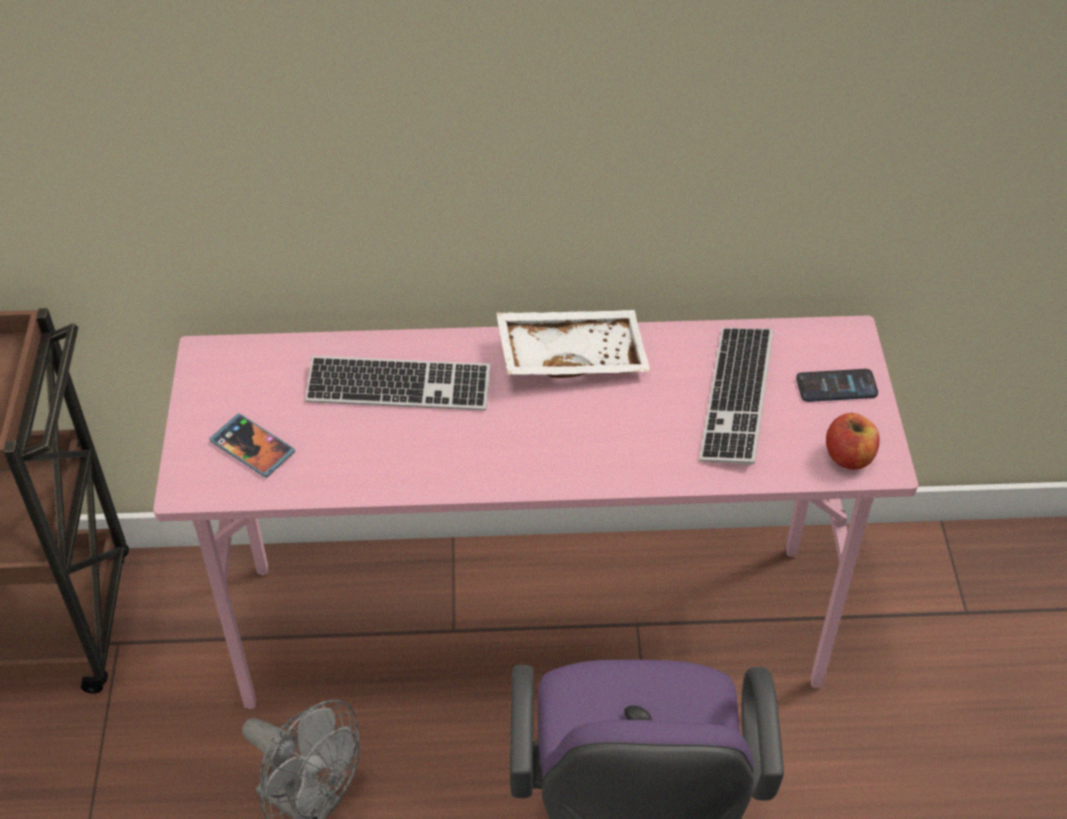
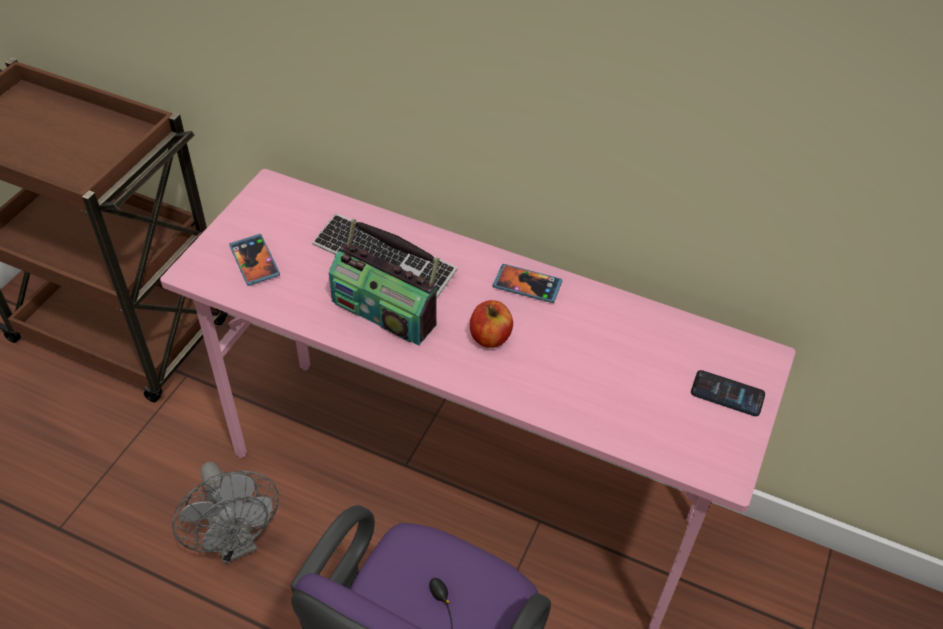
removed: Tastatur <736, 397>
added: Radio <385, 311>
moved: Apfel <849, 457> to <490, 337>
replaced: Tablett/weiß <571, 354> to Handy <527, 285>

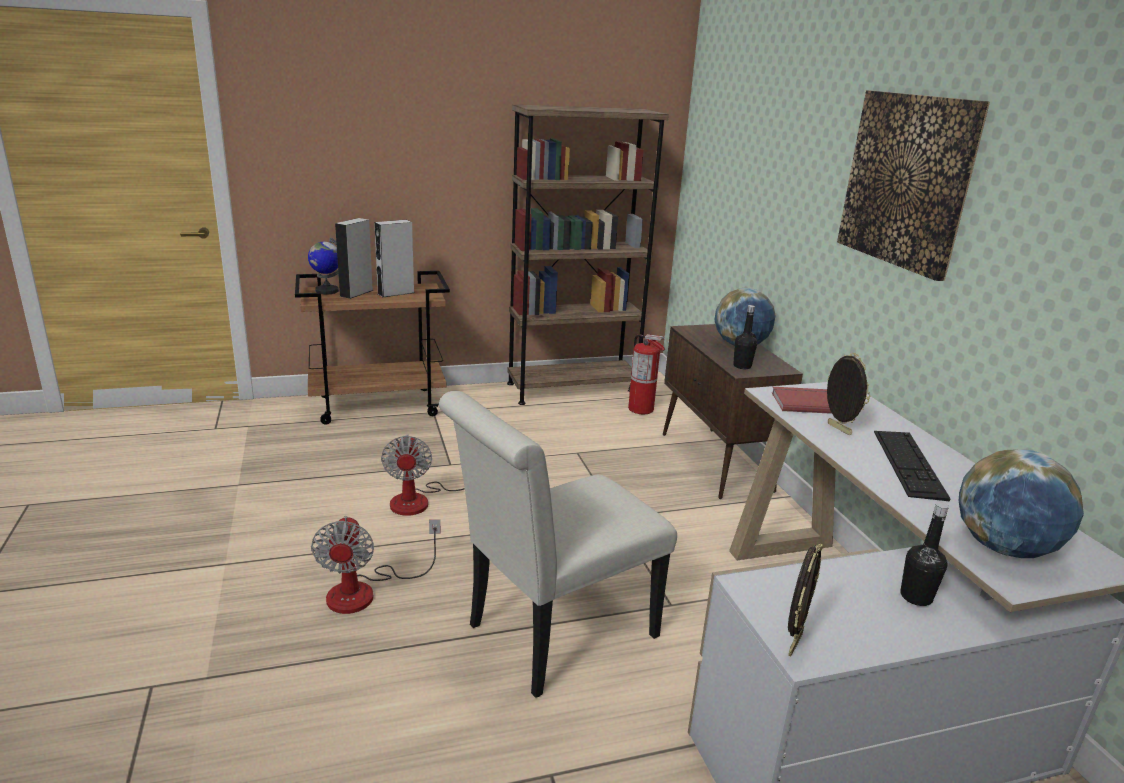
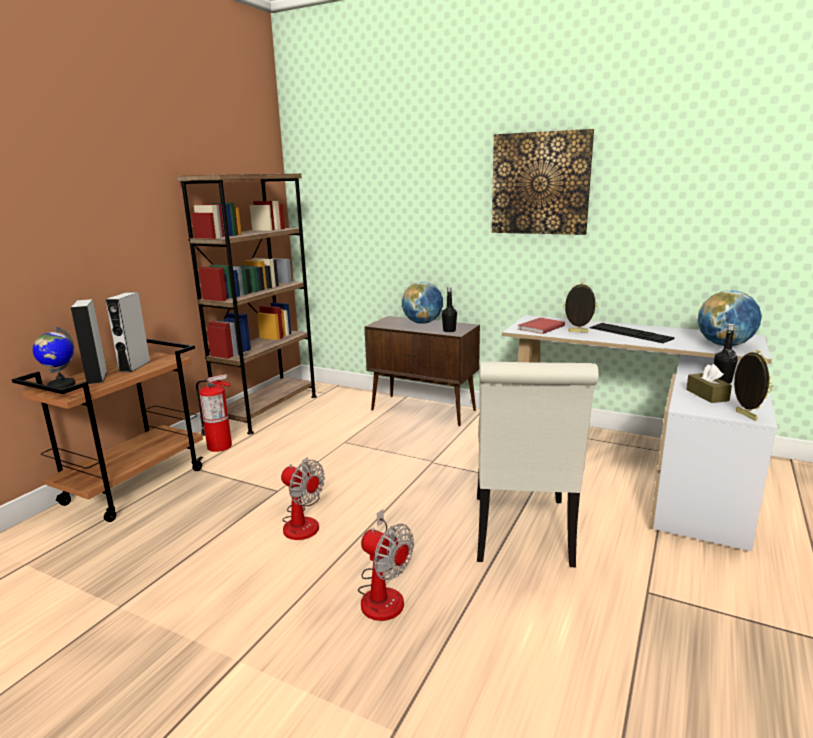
added: Taschentuchbox/braun <707, 395>
moved: Feuerlöscher <641, 409> to <220, 446>

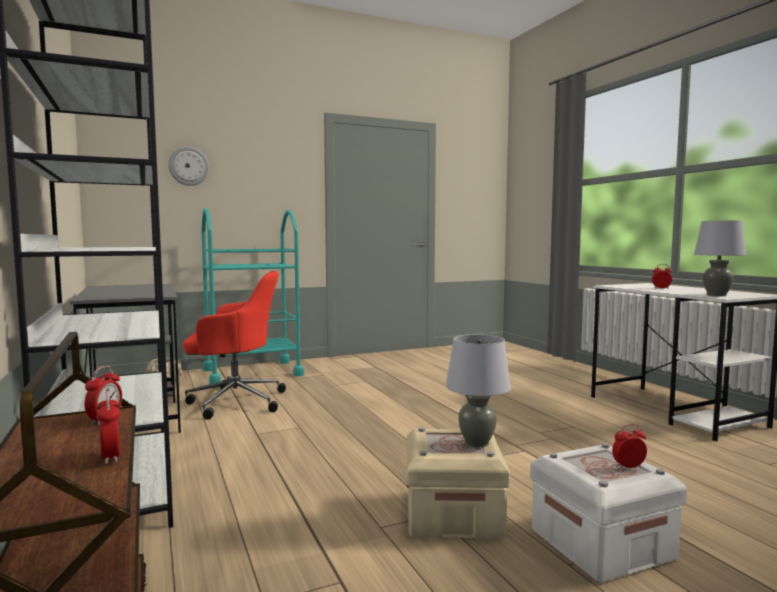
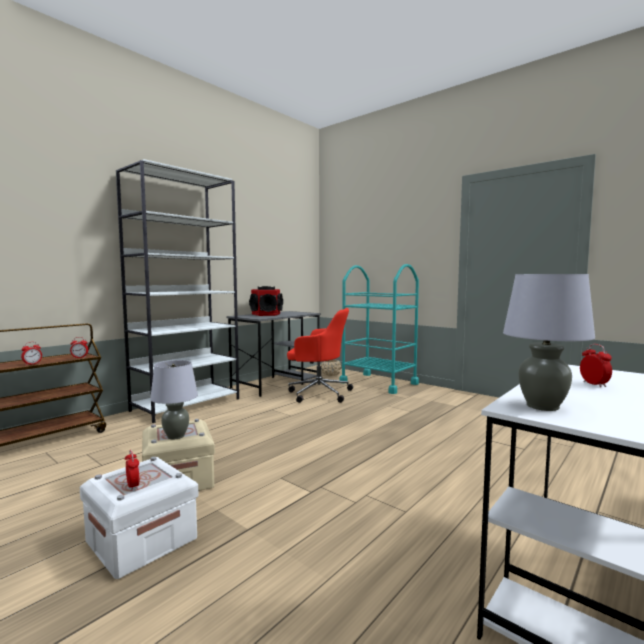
removed: Wanduhr <189, 166>
added: Lautsprecher <266, 314>
turned: Bürostuhl/rot <234, 401> = <318, 393> 45 degrees counterclockwise

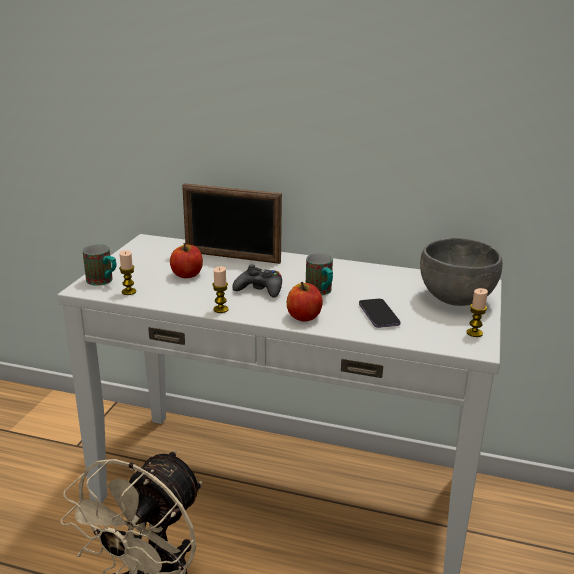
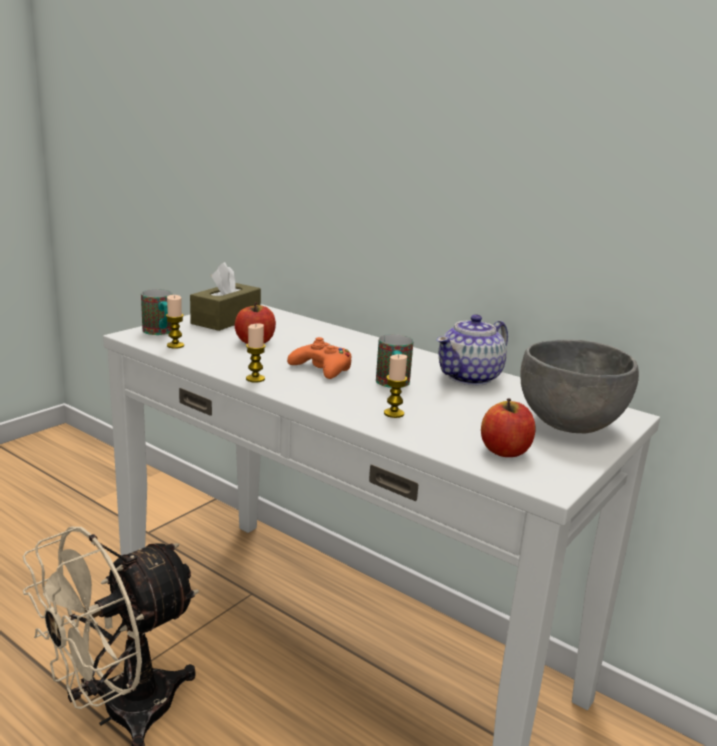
removed: Bilderrahmen <232, 257>; Handy <378, 315>
added: Taschentuchbox/braun <226, 319>; Teekanne <470, 377>
moved: Apfel <304, 317> to <505, 451>; Kerze <474, 333> to <394, 413>
recoloured: Gamepad/schwarz <260, 289> to Gamepad/orange <322, 369>

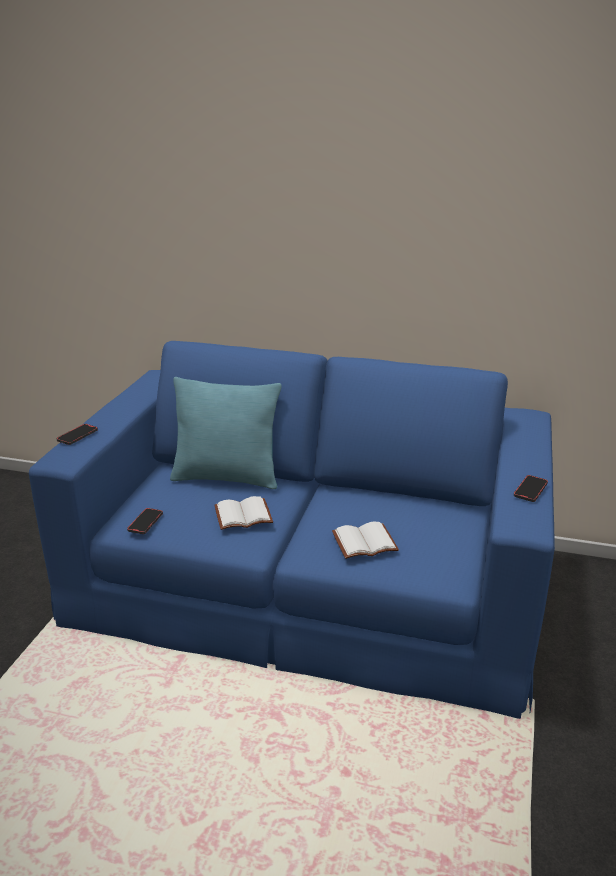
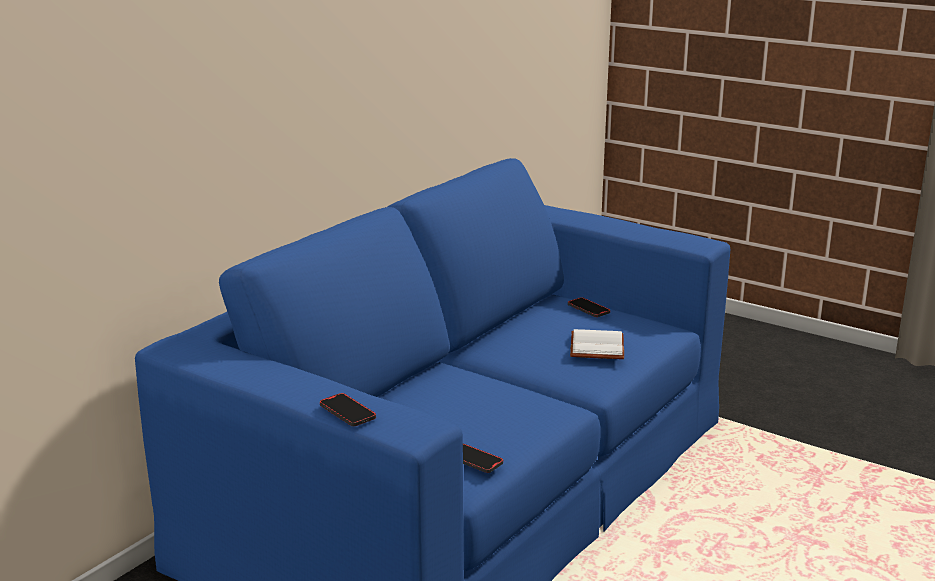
removed: Kissen/türkis <226, 478>; Buch/weiß <244, 514>
moved: Handy <530, 490> to <588, 309>

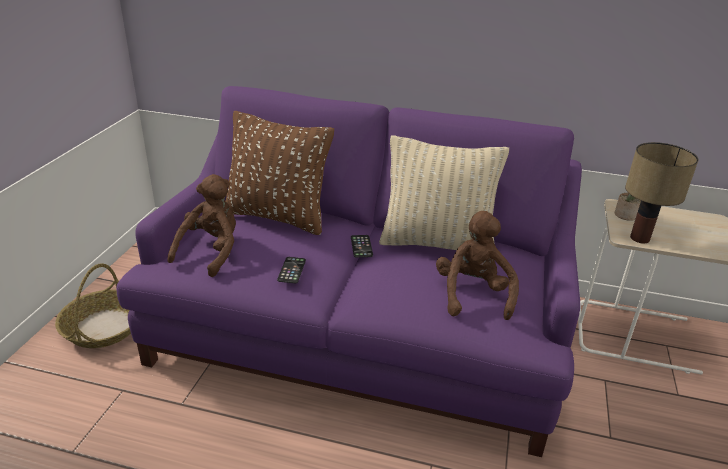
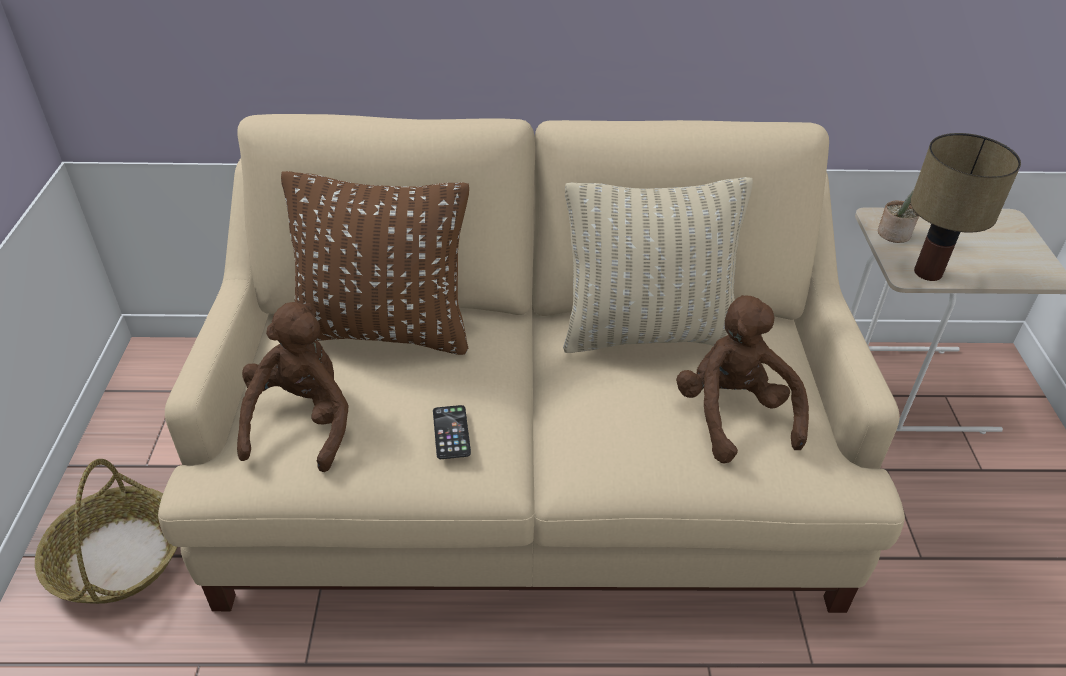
removed: Handy <361, 246>
recoloured: Sofa/lila <360, 328> to Sofa/beige <530, 464>

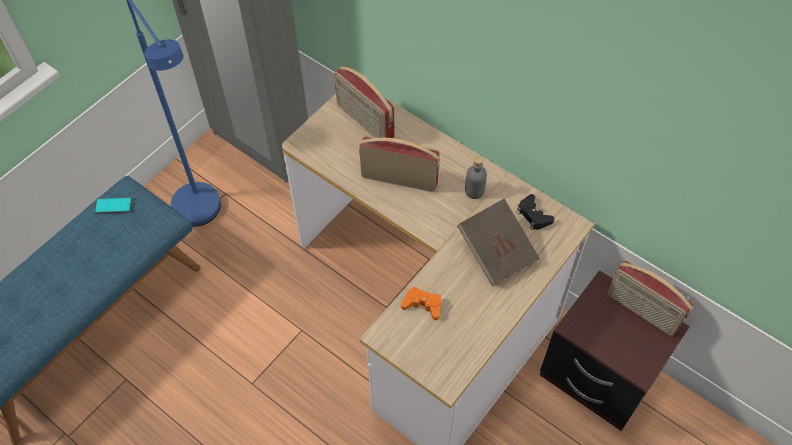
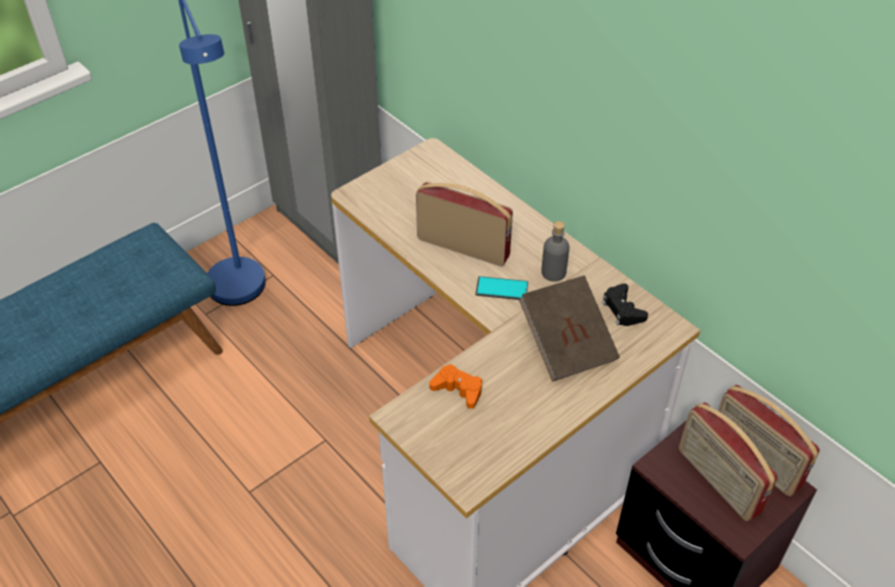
moved: Handy <113, 206> to <501, 289>; Radio <364, 122> to <717, 481>

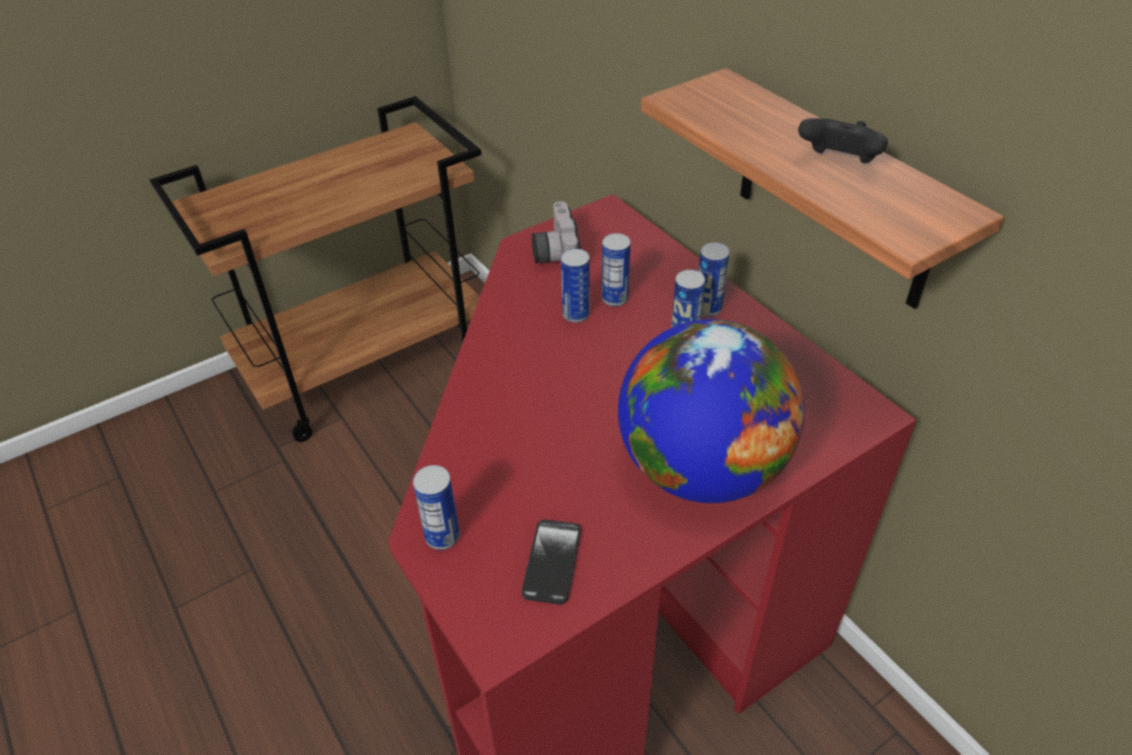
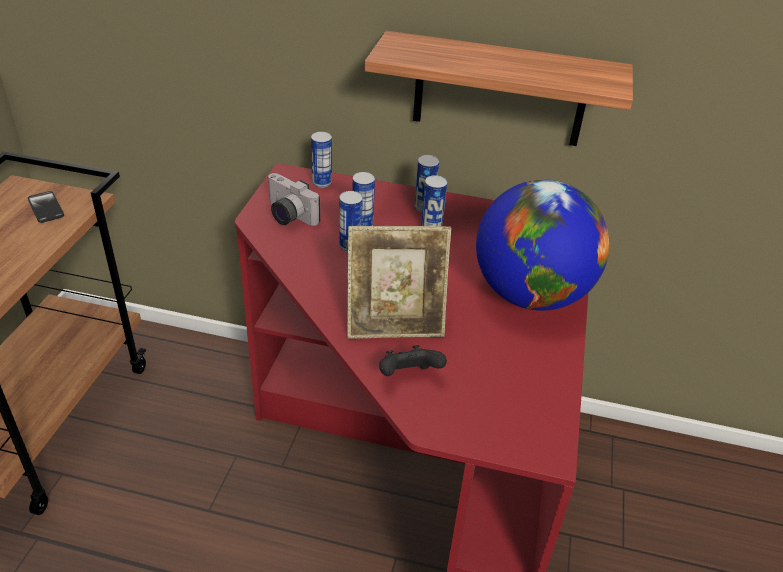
added: Bilderrahmen <395, 325>
moved: Dose <442, 537> to <322, 183>; Handy <552, 562> to <46, 208>; Gamepad/schwarz <838, 163> to <408, 376>

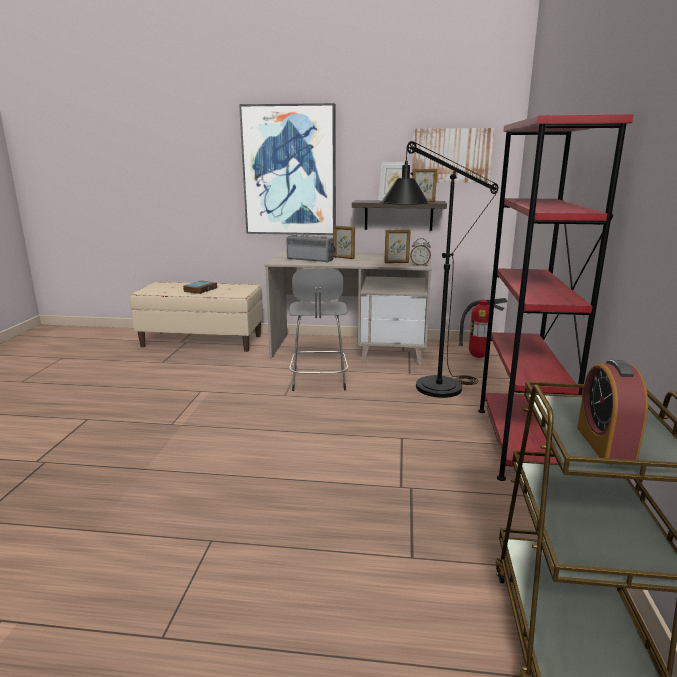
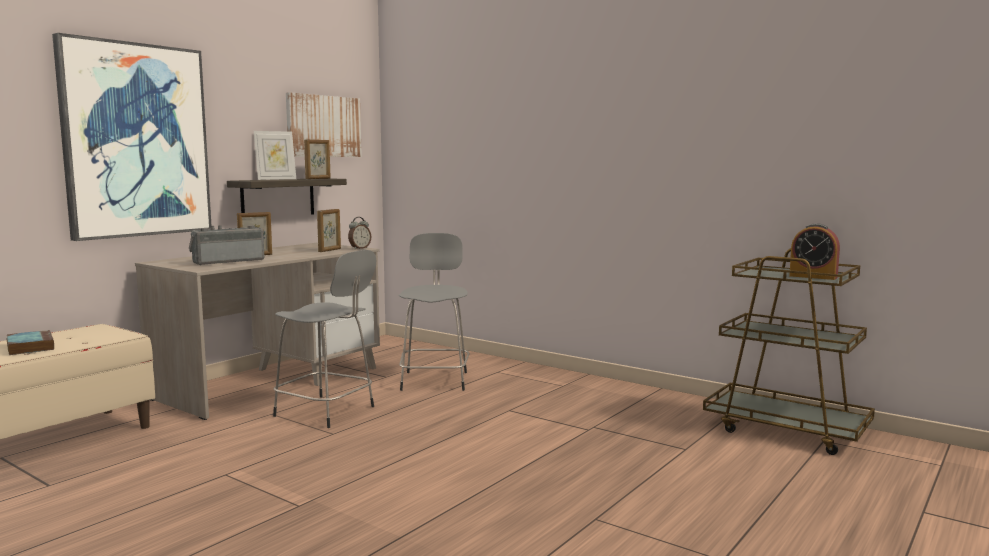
removed: Feuerlöscher <478, 356>; Bücherregal/rot <518, 442>
replaced: Stehlampe/schwarz <428, 390> to Hocker/grau <435, 380>

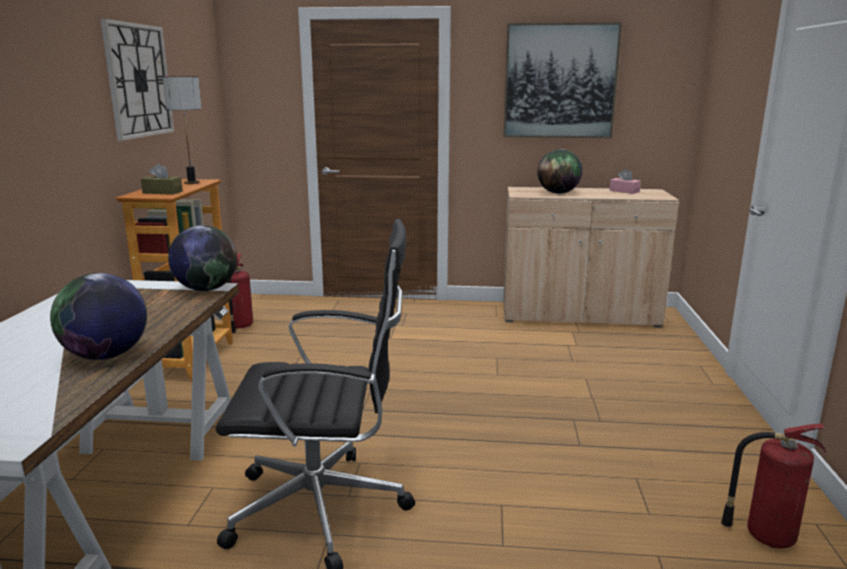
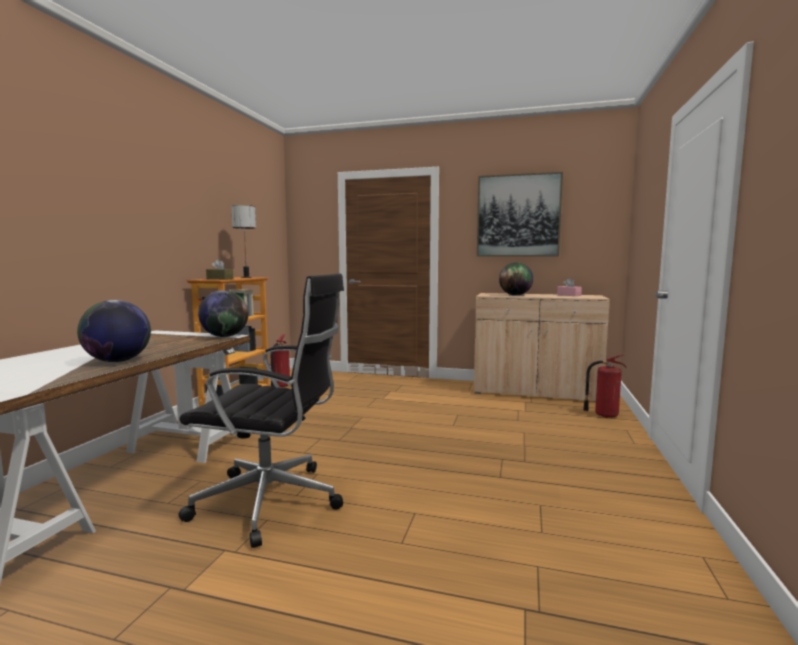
removed: Wanduhr <138, 80>
moved: Feuerlöscher <766, 536> to <604, 415>

